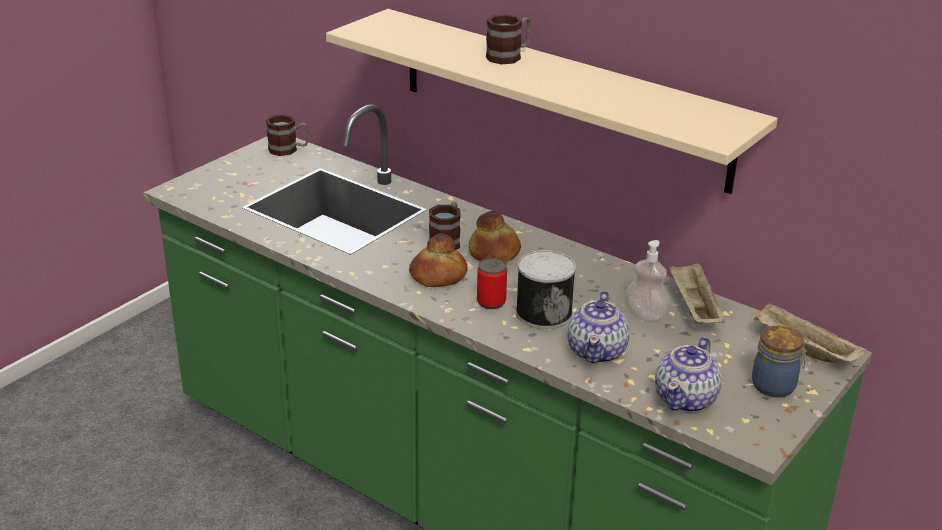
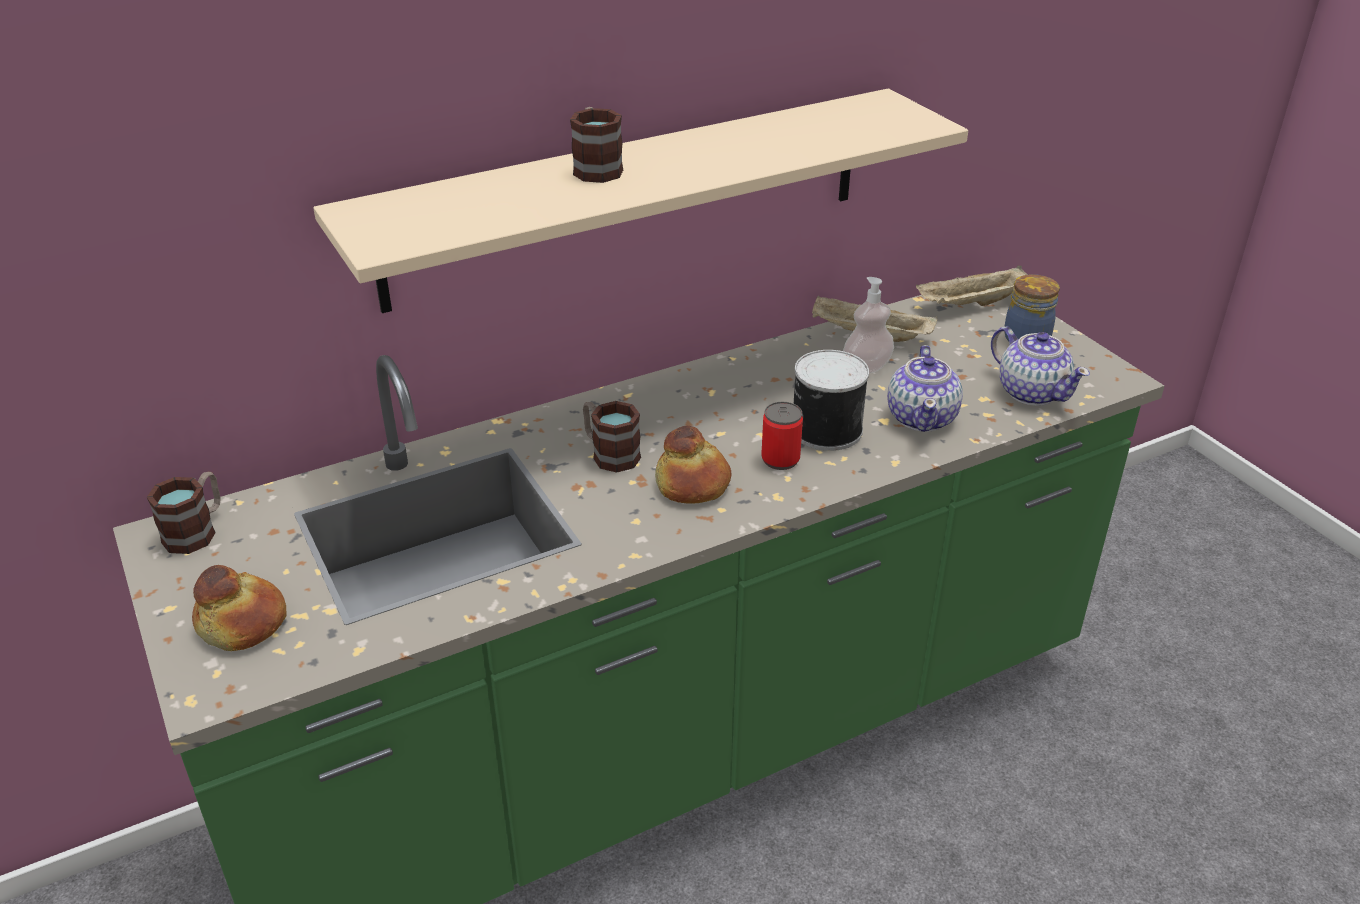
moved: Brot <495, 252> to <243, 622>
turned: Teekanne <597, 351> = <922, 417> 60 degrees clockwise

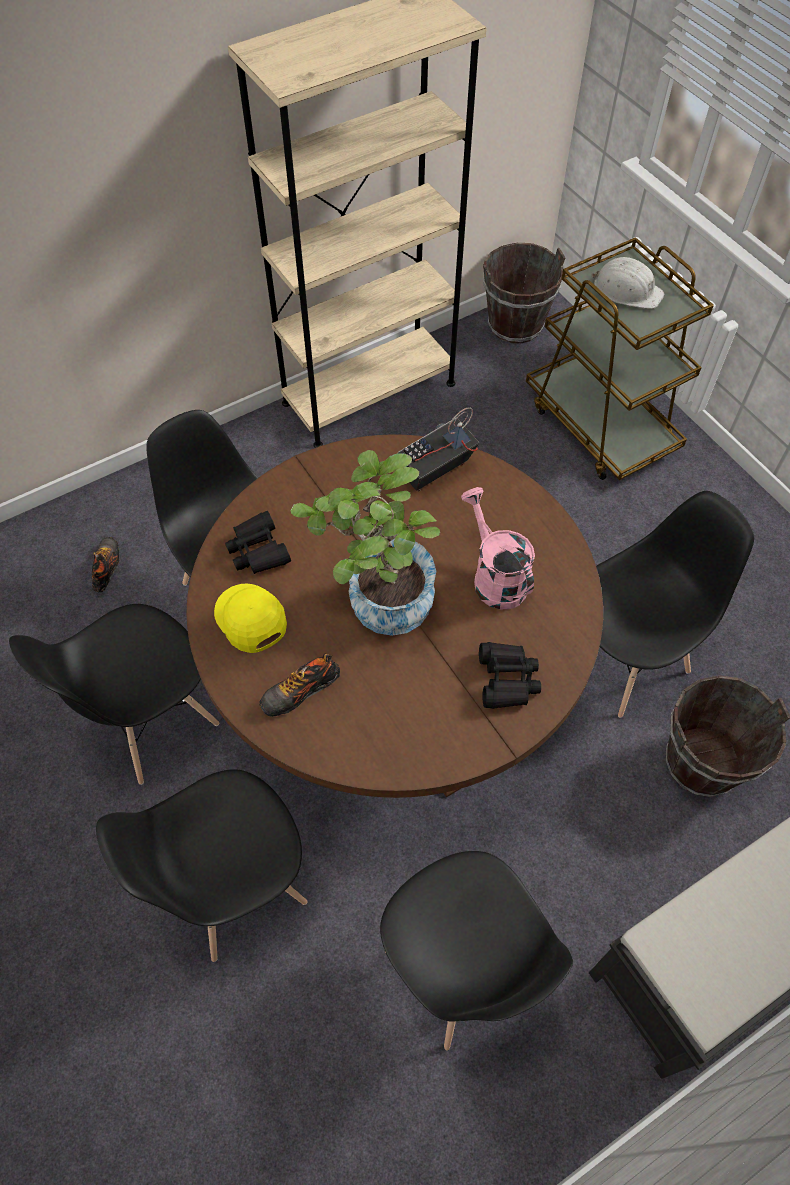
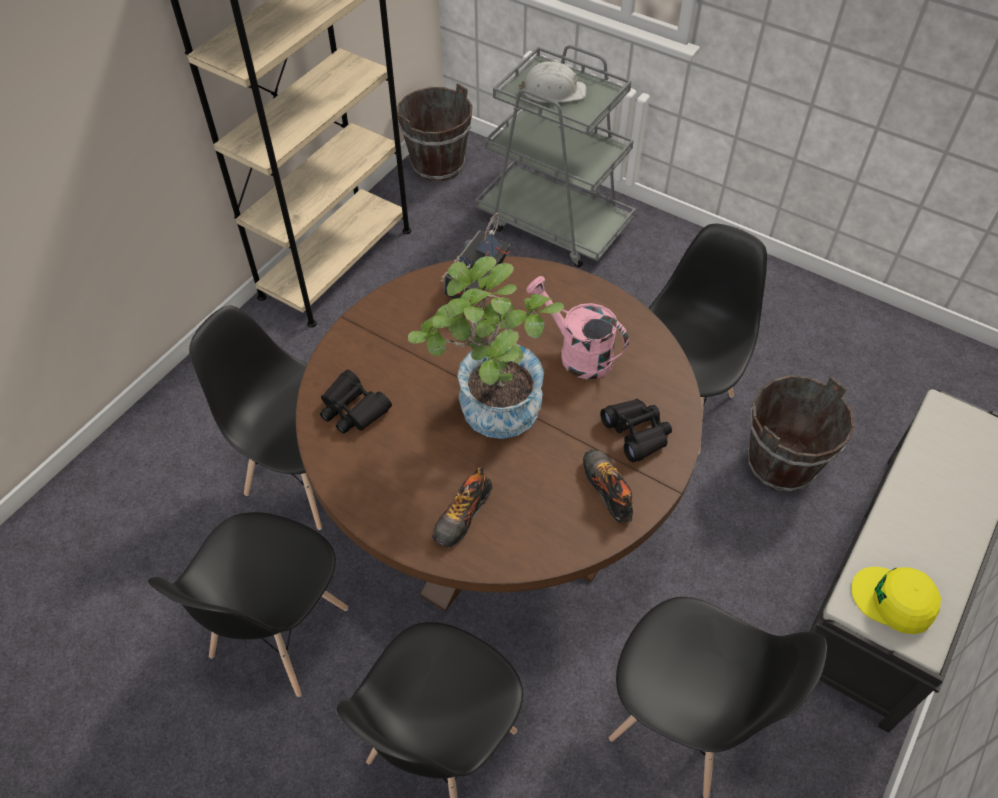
moved: Schuh <106, 567> to <608, 489>; Kappe/gelb <250, 619> to <894, 600>
recoloured: Rollwagen/braun <600, 425> to Rollwagen/grau <554, 224>

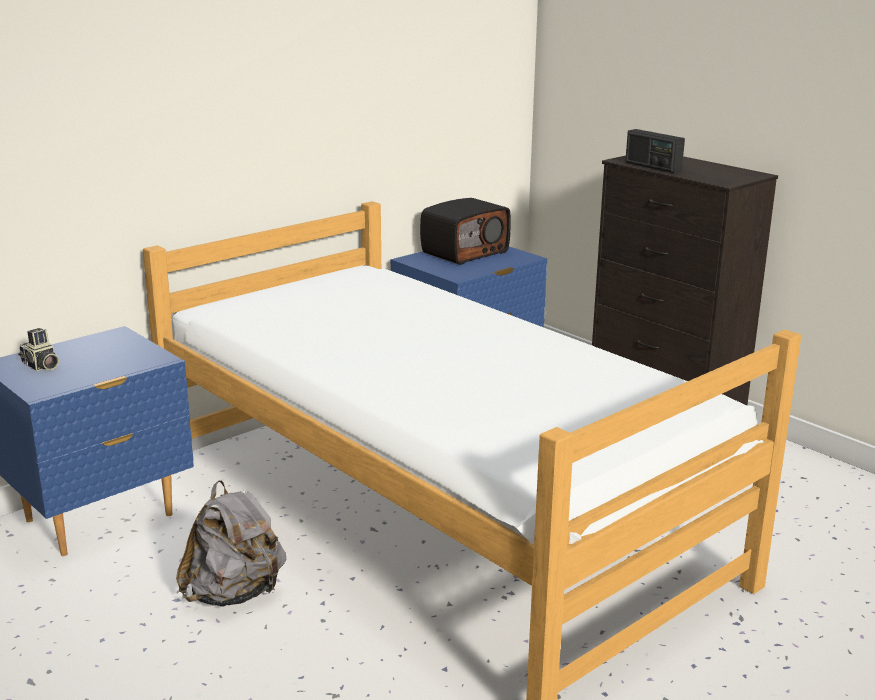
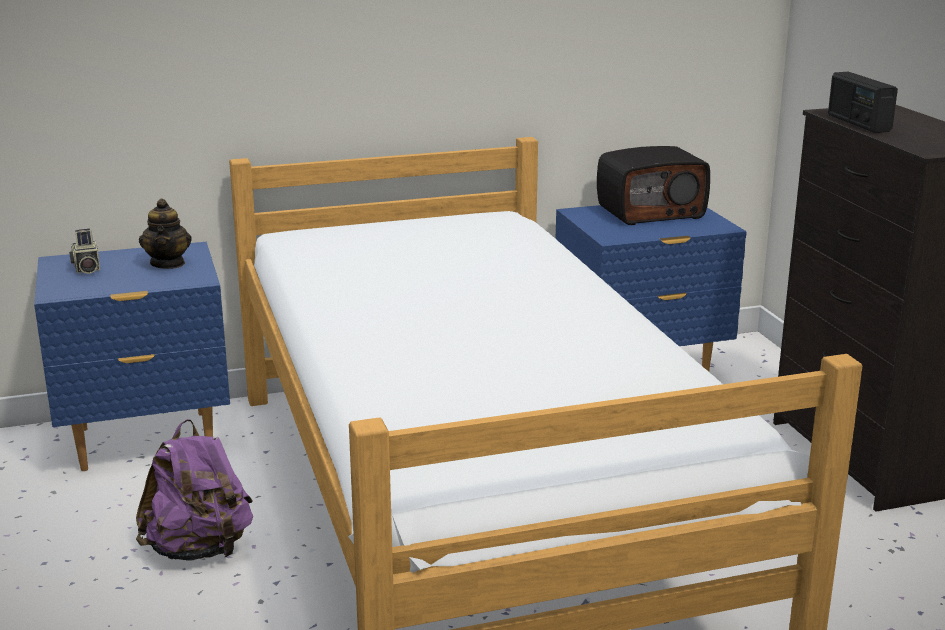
added: Teekanne <168, 263>
recoloured: Rucksack/grau <234, 594> to Rucksack/lila <200, 549>

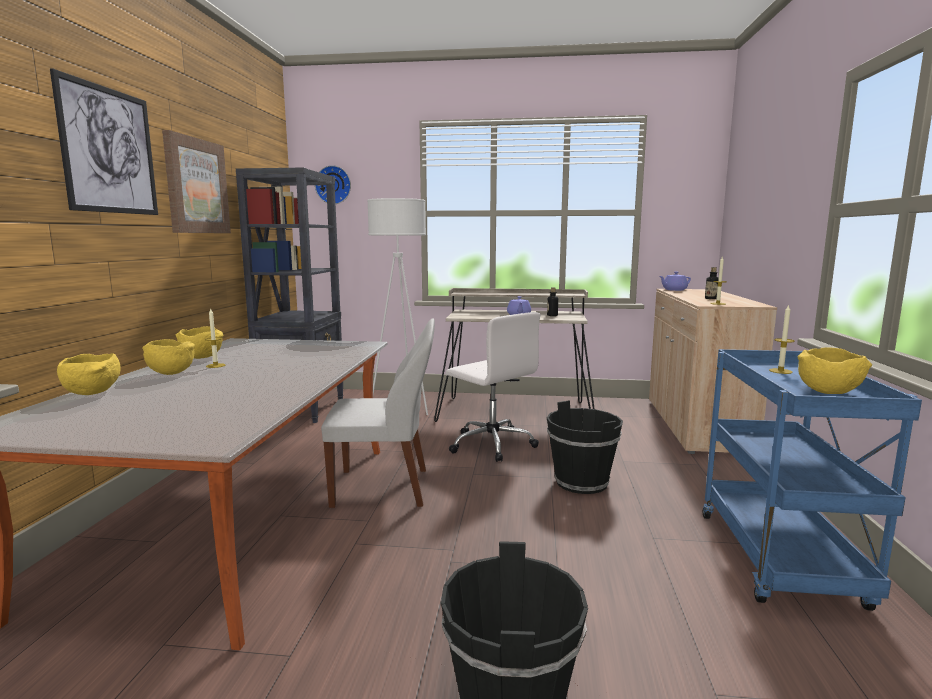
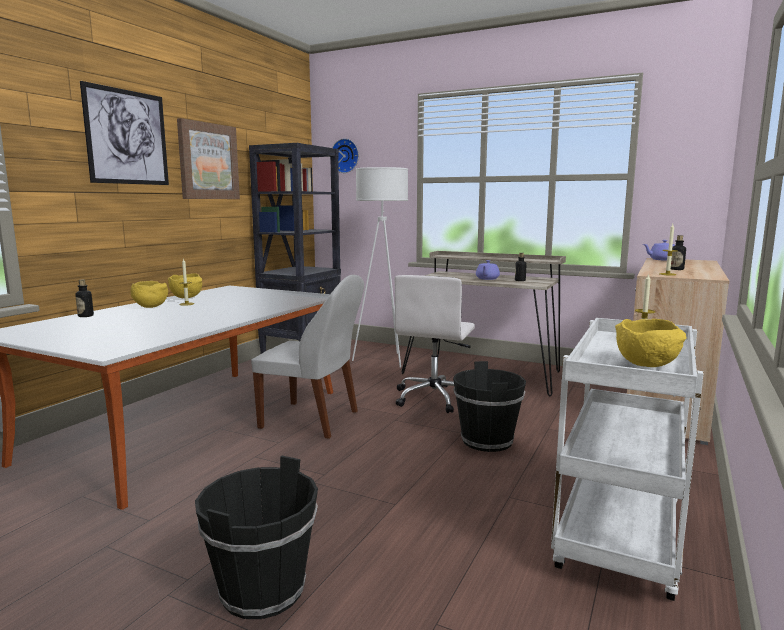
replaced: Schüssel/gelb <93, 393> to Flasche <85, 316>
recoloured: Rollwagen/blau <781, 561> to Rollwagen/weiß <621, 540>
turned: Bürostuhl/weiß <491, 444> = <434, 398> 45 degrees clockwise

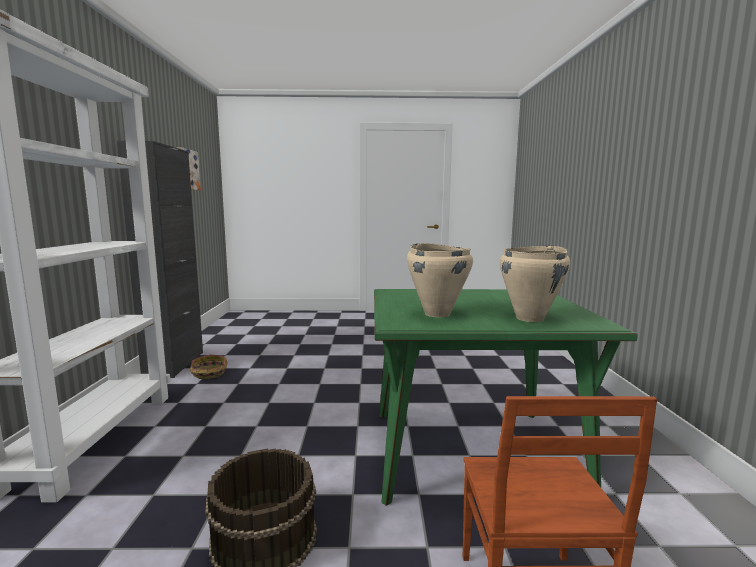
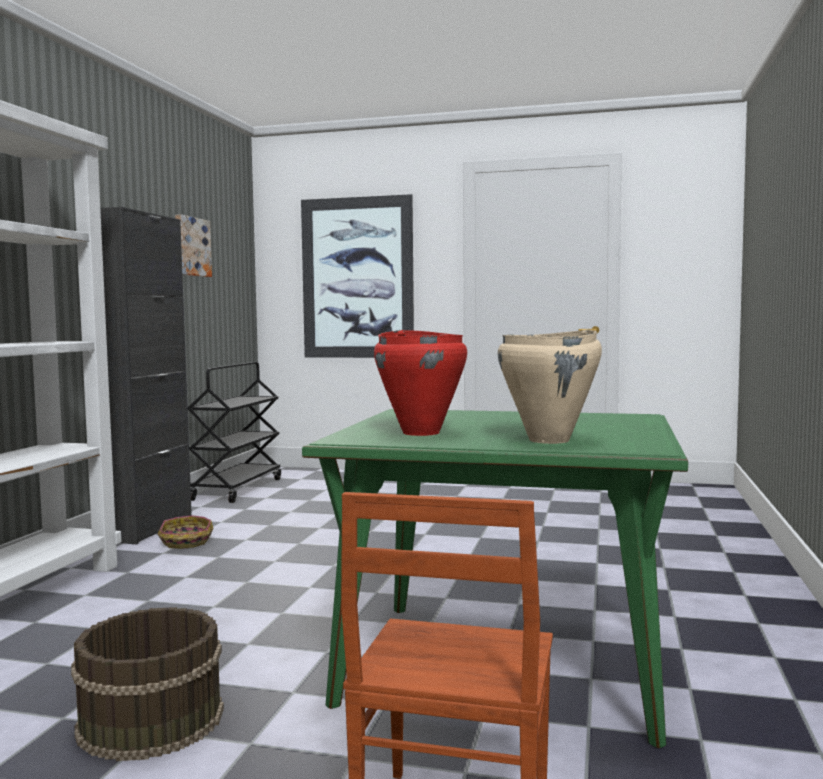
added: Rollwagen/schwarz <237, 489>; Bild <357, 278>
recoloured: Kochtopf/beige <437, 314> to Kochtopf/rot <421, 432>

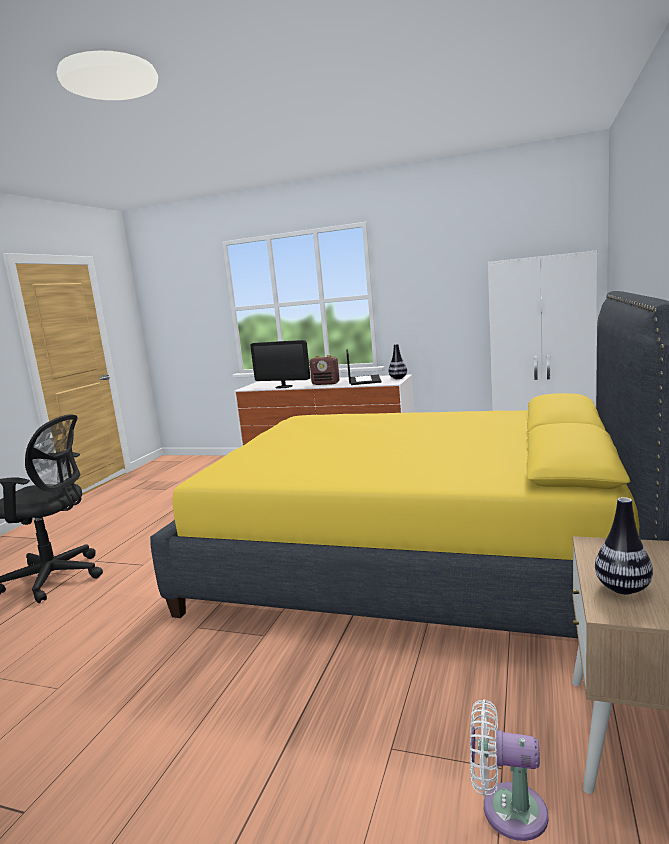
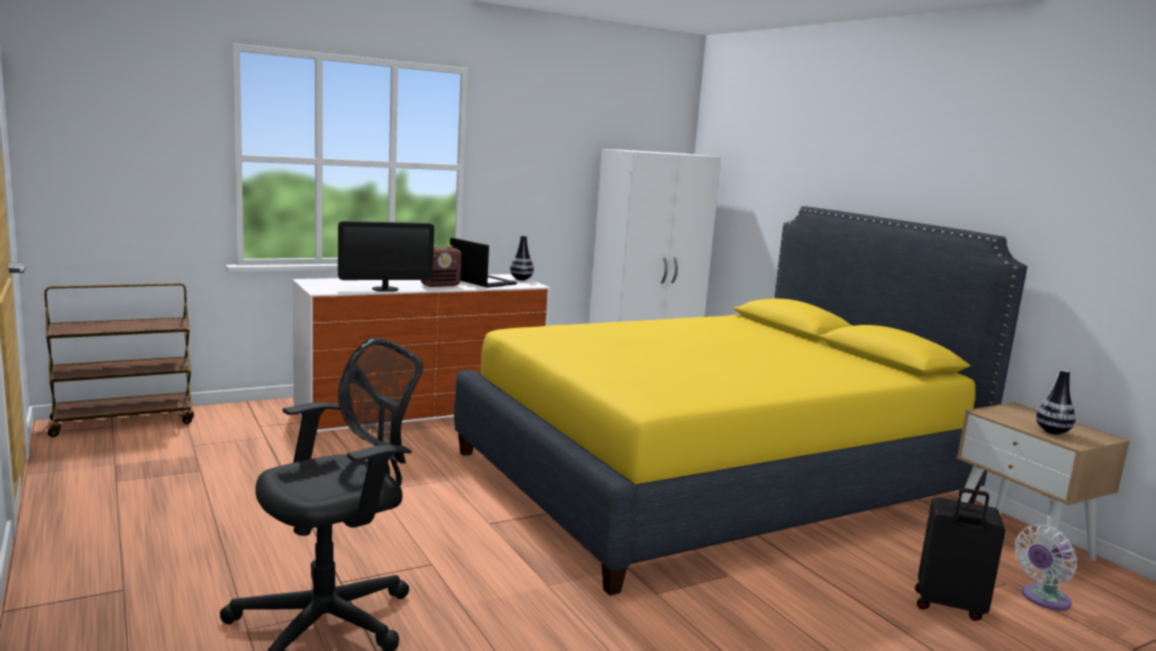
added: Rollwagen/braun <124, 421>; Koffer/schwarz <948, 607>

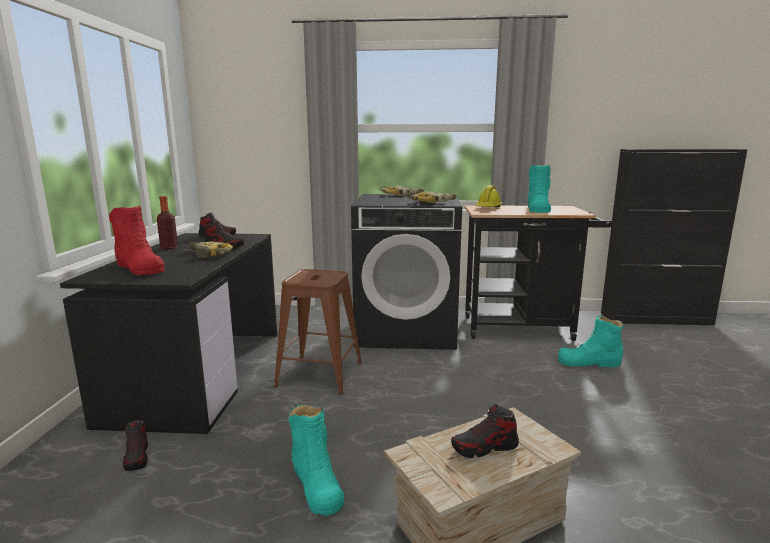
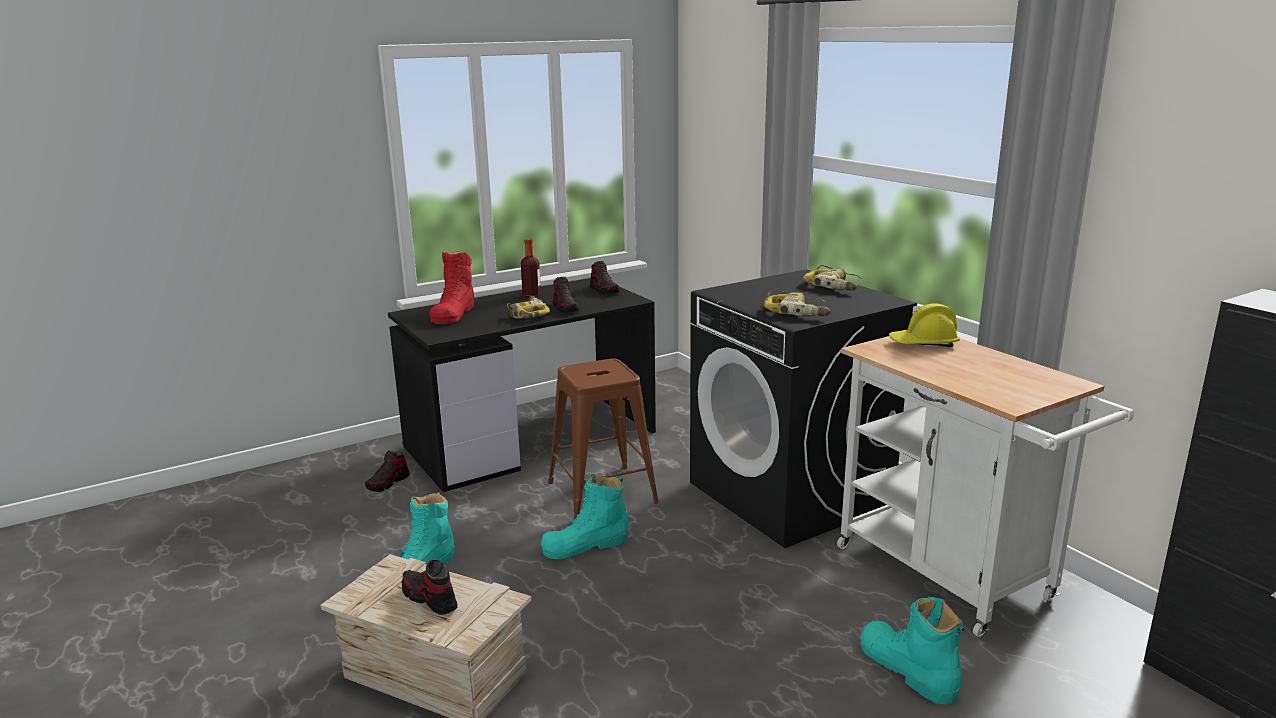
moved: Stiefel/türkis <538, 209> to <586, 545>
recoloured: Rollwagen/schwarz <524, 328> to Rollwagen/weiß <953, 578>

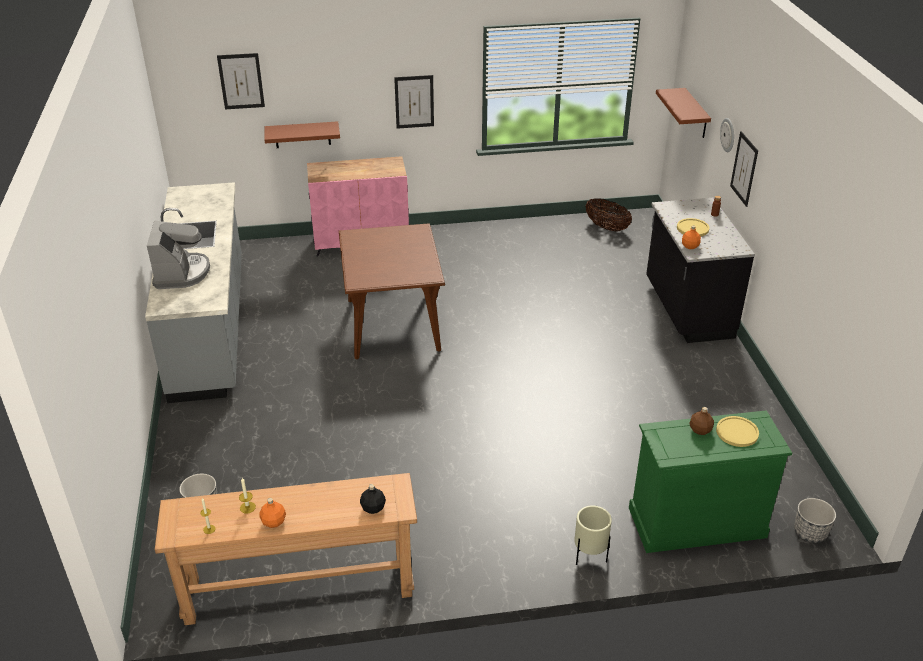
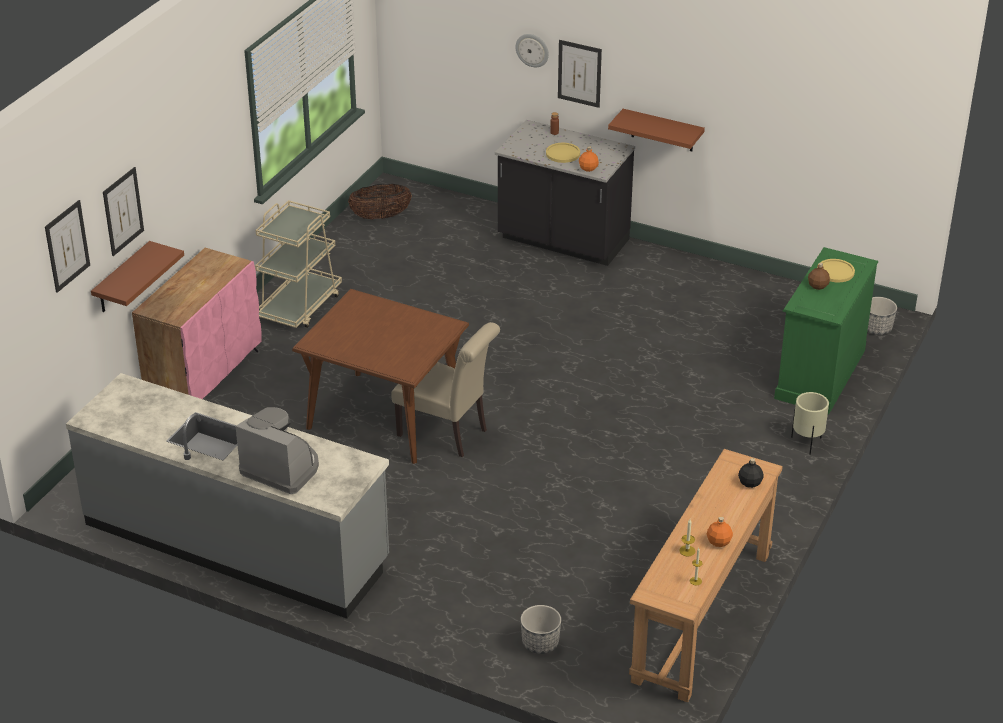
added: Rollwagen/beige <300, 306>; Stuhl/beige <447, 434>
moved: Bild <414, 101> to <123, 211>; Wandregal/braun <696, 114> to <662, 130>

